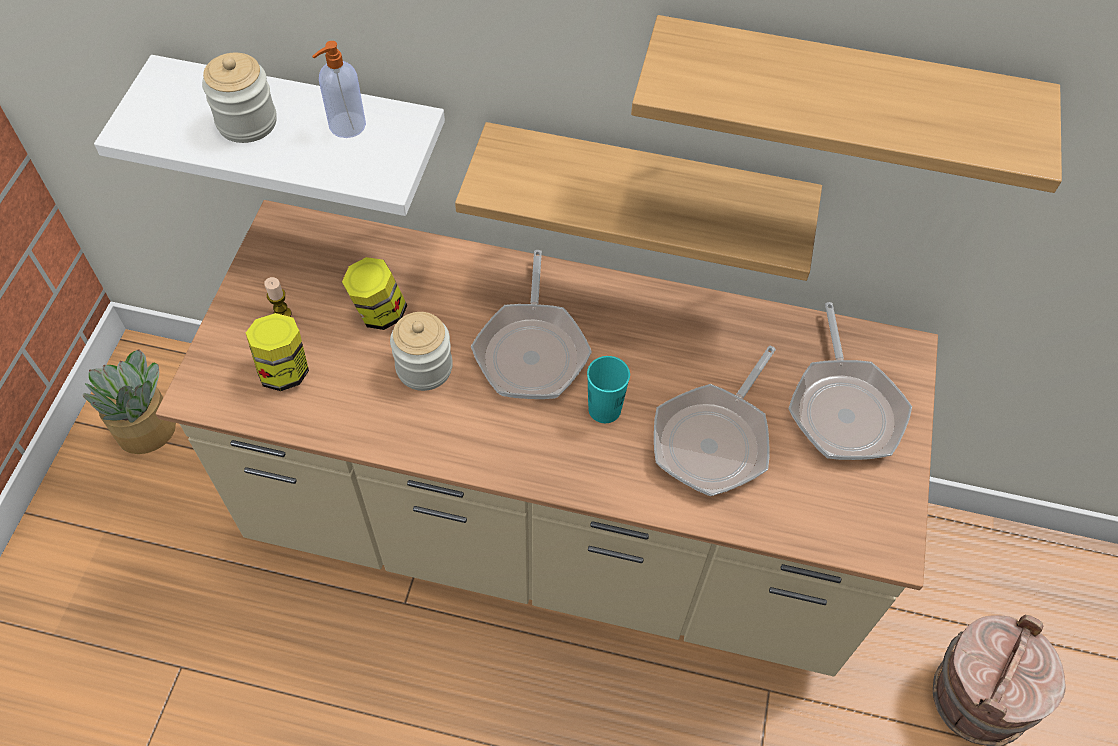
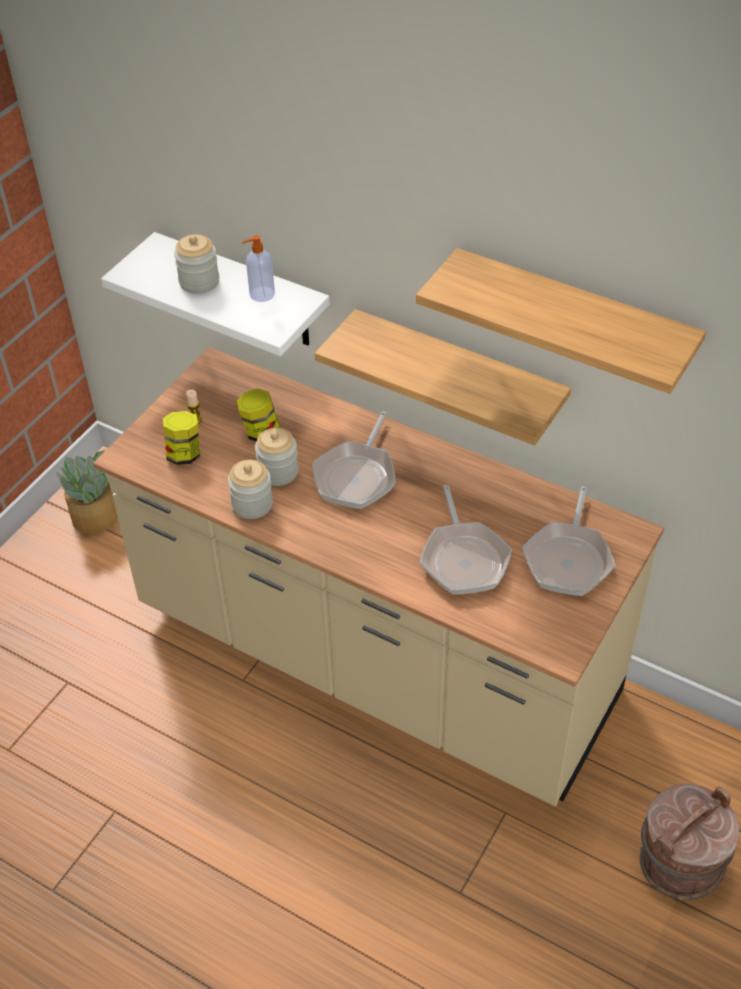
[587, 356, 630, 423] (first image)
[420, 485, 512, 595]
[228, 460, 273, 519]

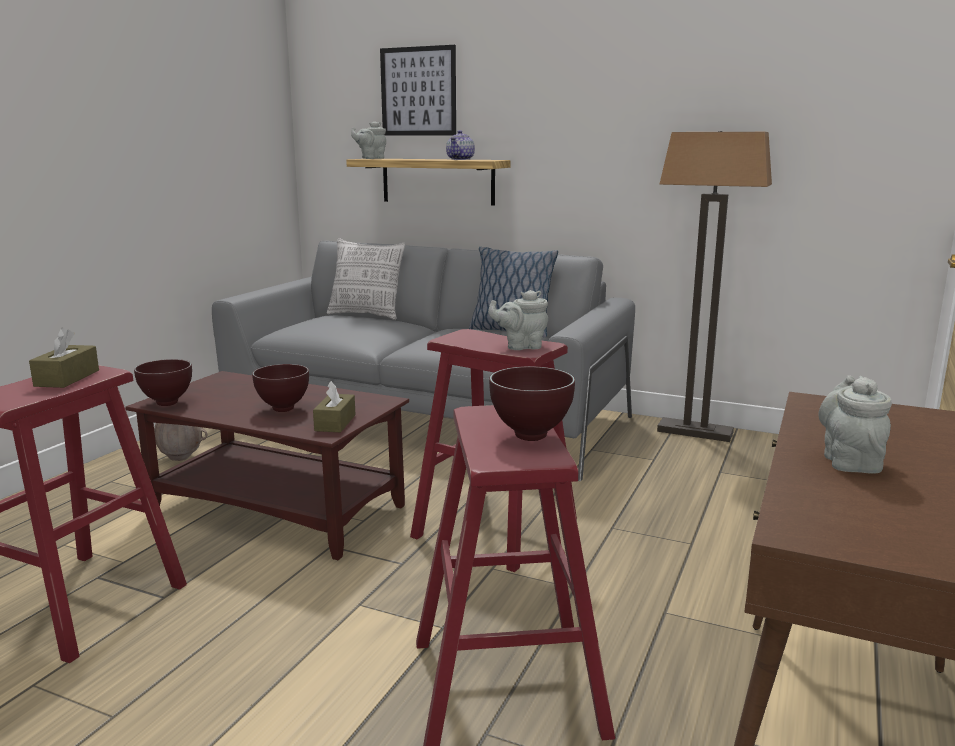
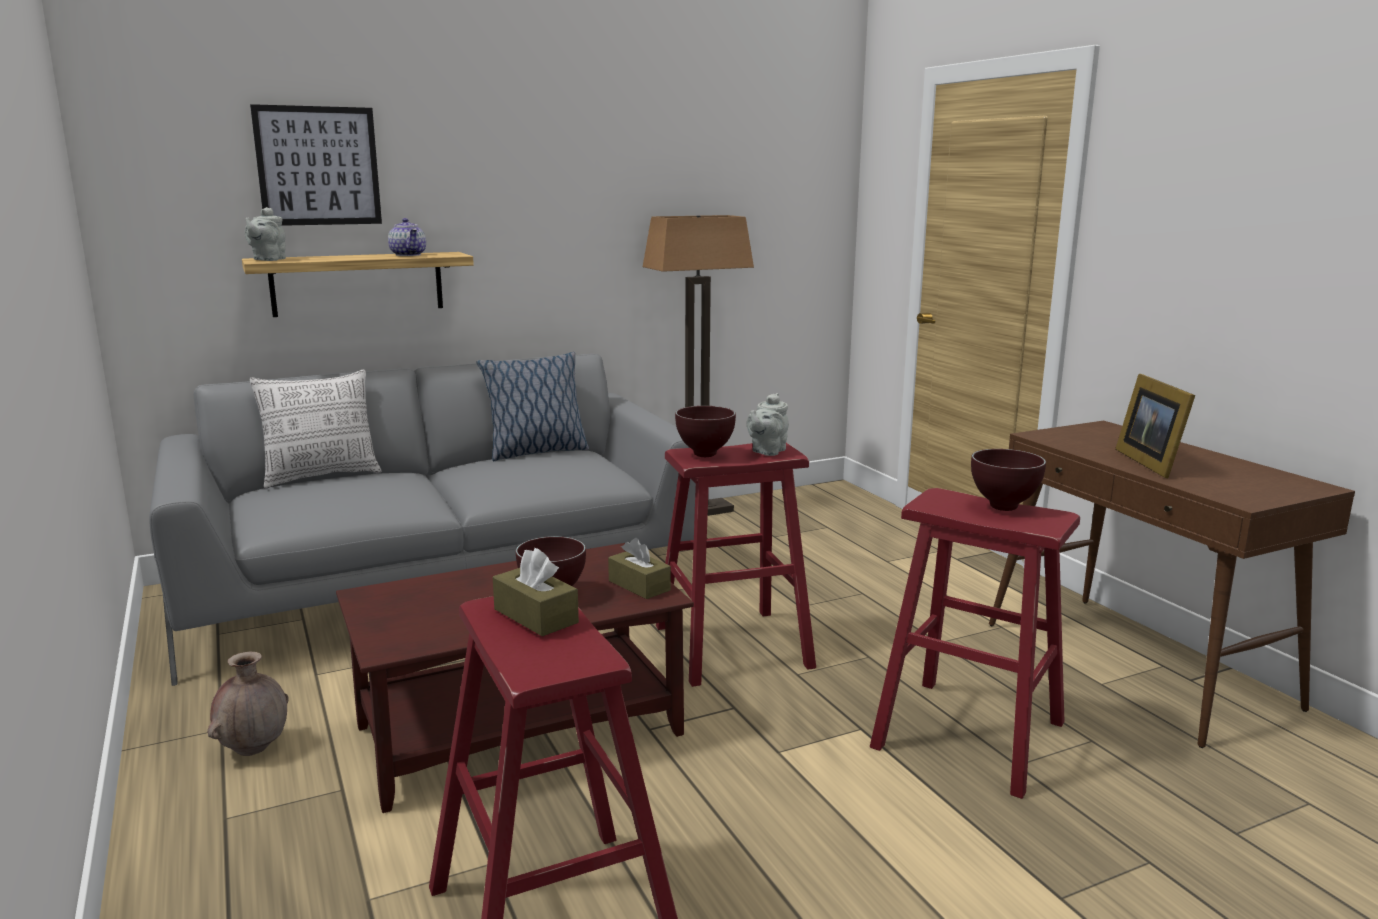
[675, 406, 736, 457]
[1115, 374, 1195, 478]

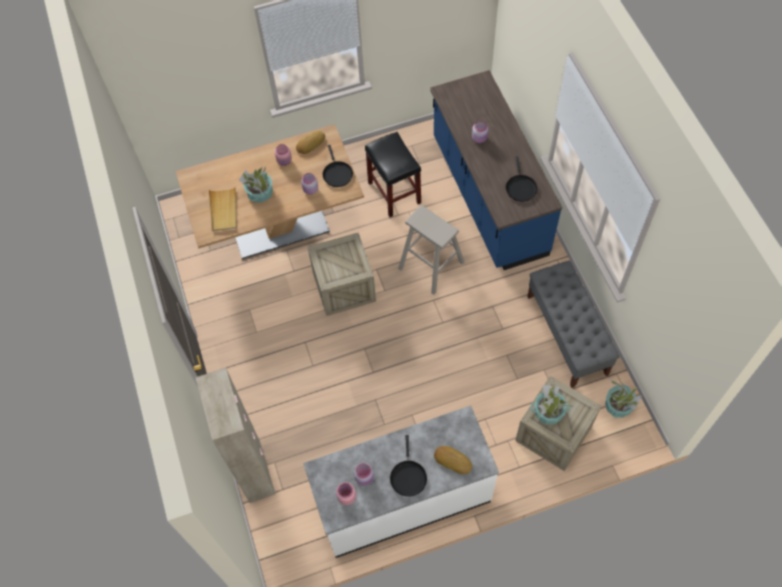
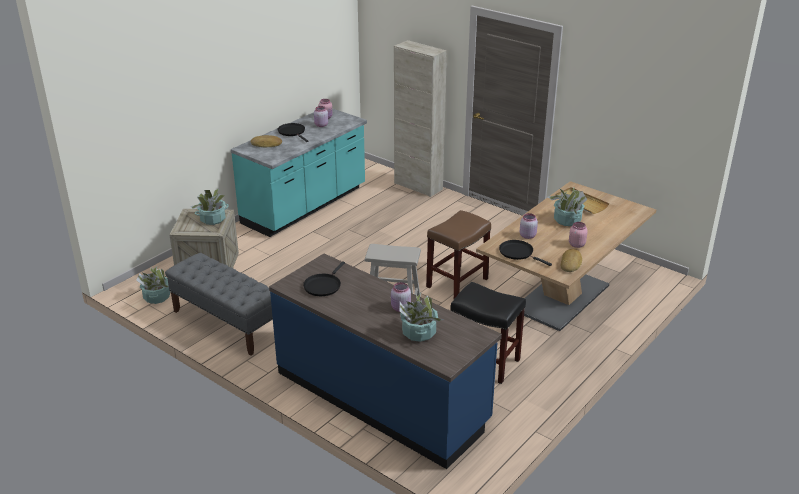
[231, 108, 367, 237]
[426, 210, 491, 299]
[303, 261, 345, 296]
[399, 293, 444, 342]

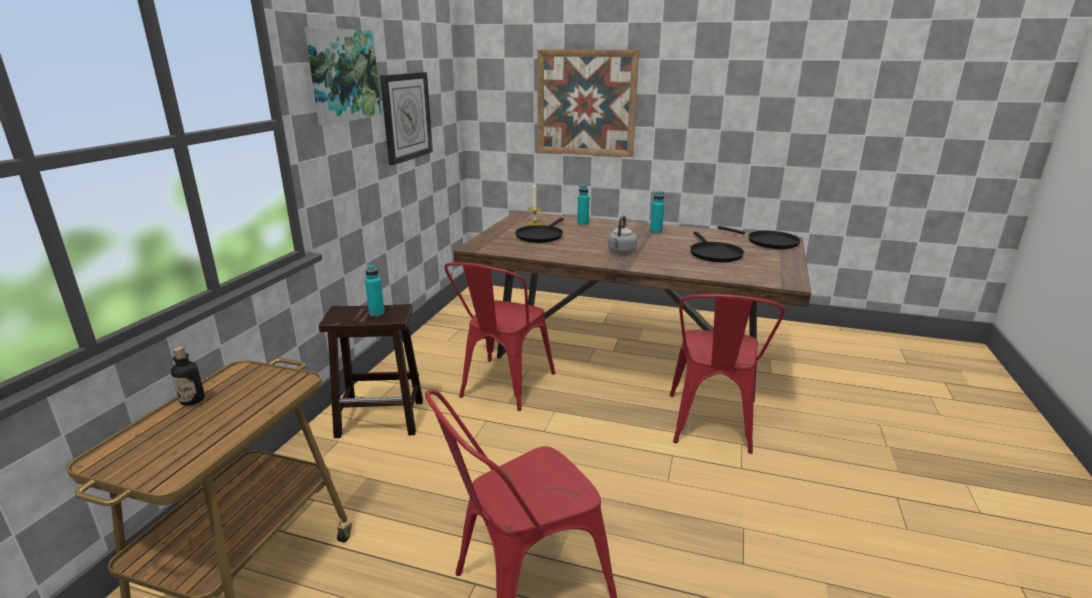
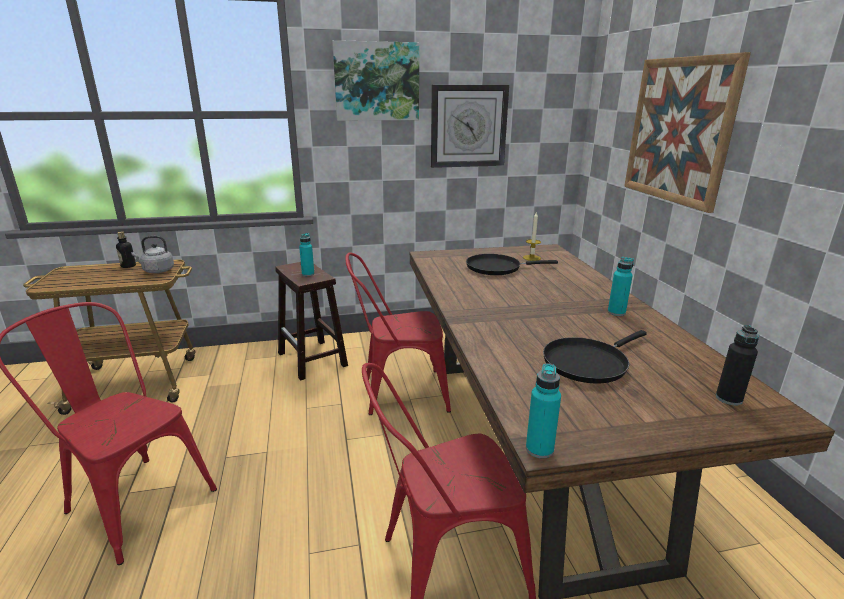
[526, 364, 561, 459]
[131, 236, 174, 273]
[716, 325, 759, 406]

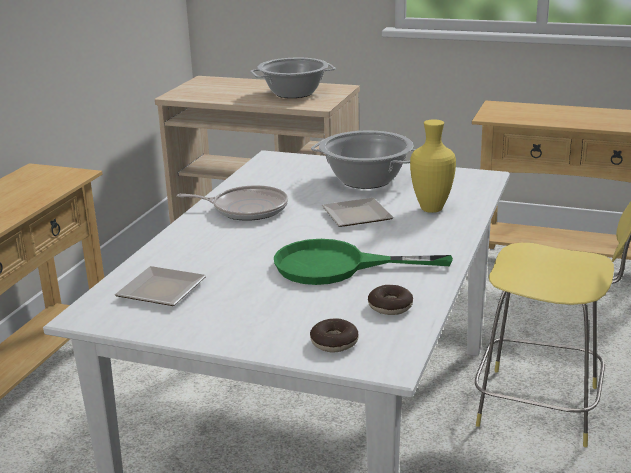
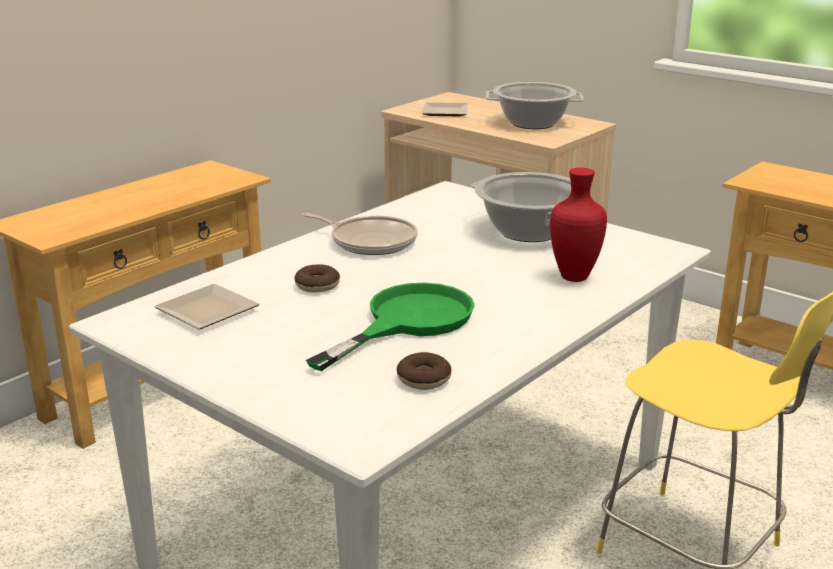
[306, 283, 475, 371]
[294, 264, 340, 293]
[422, 102, 468, 116]
[550, 168, 607, 282]

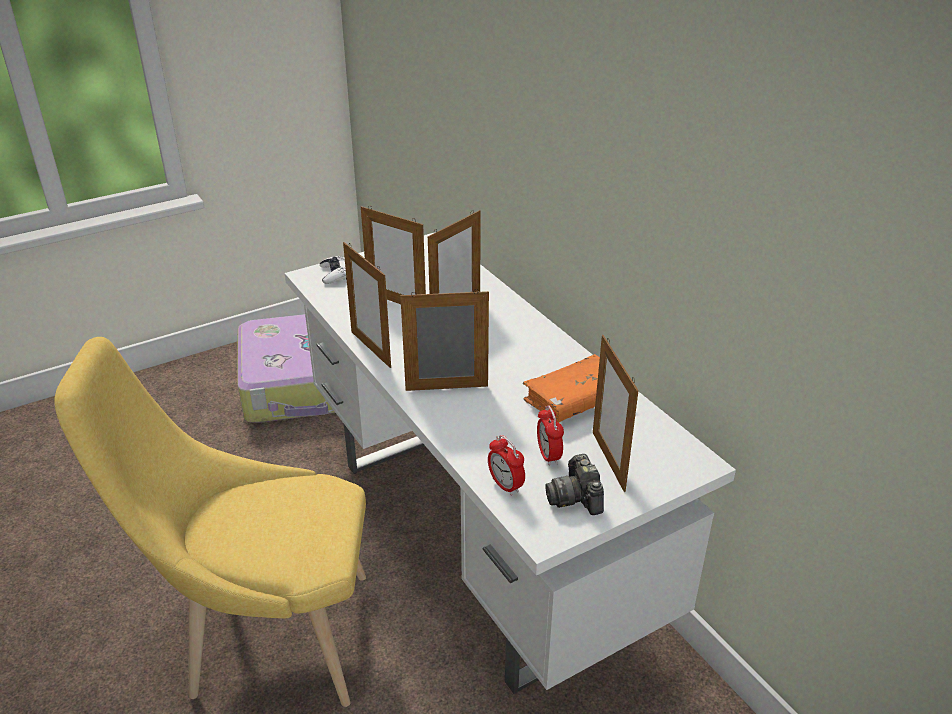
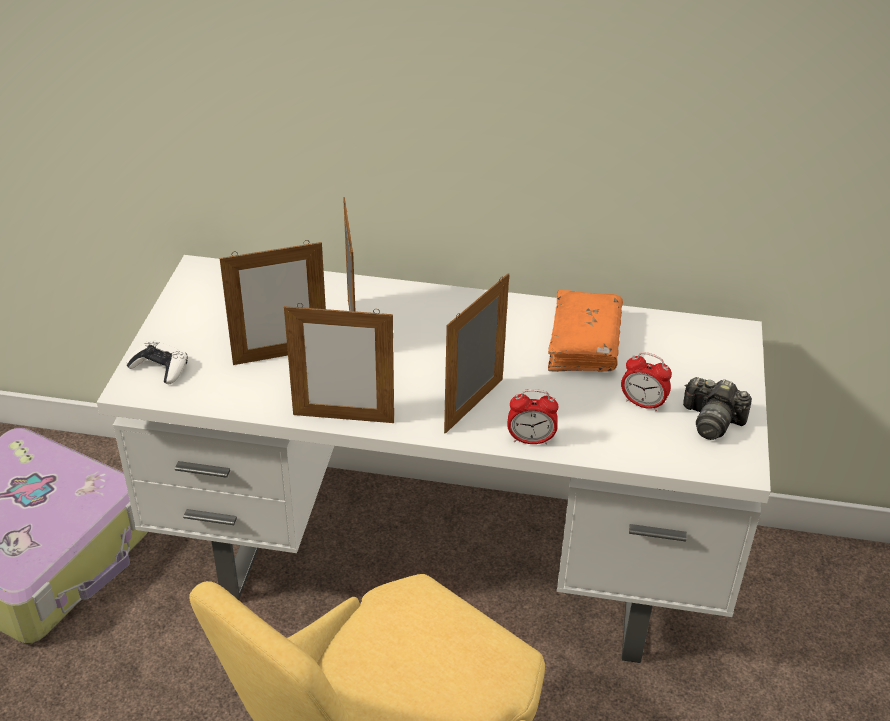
[507, 389, 558, 445]
[593, 335, 639, 492] (first image)

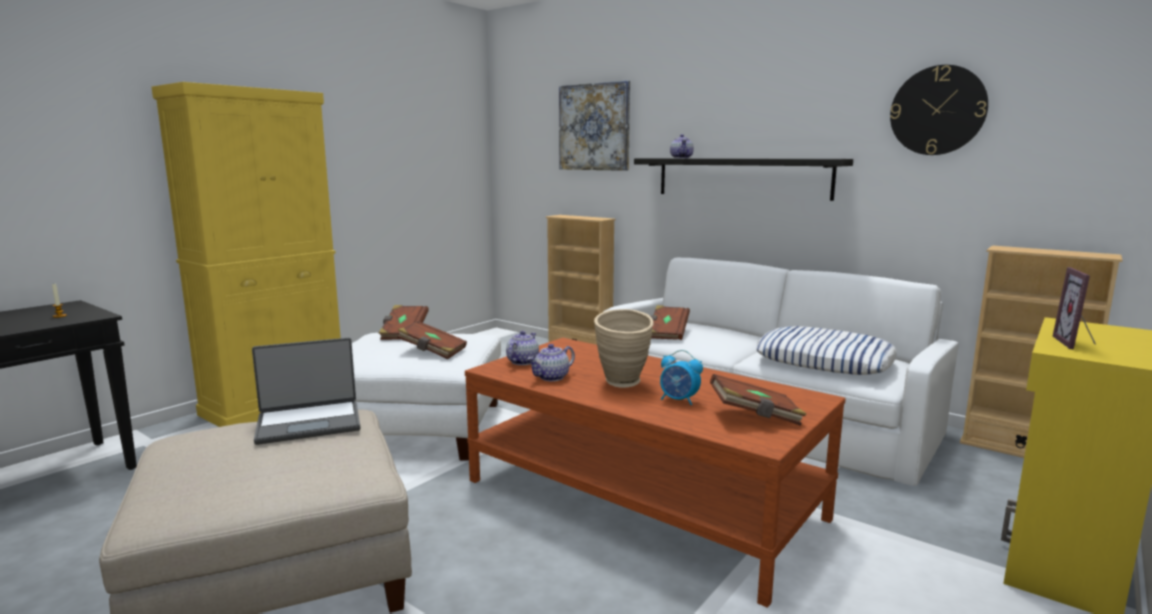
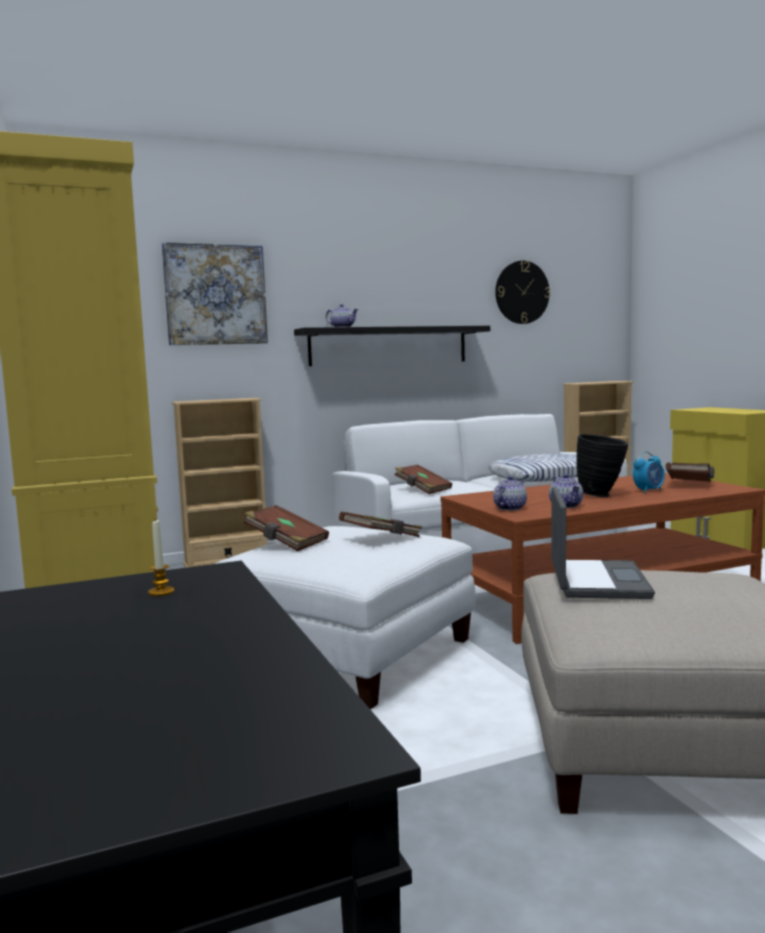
[493, 476, 527, 511]
[576, 434, 628, 497]
[1053, 267, 1096, 349] (first image)

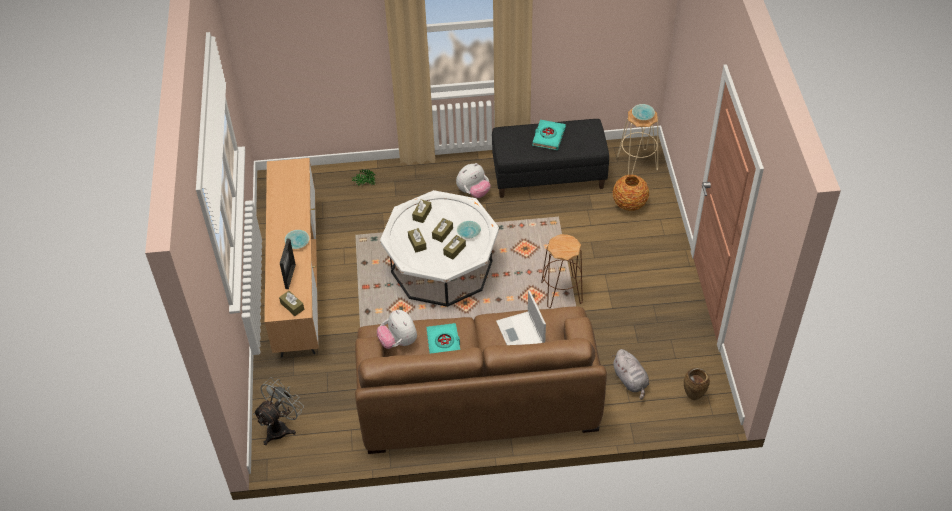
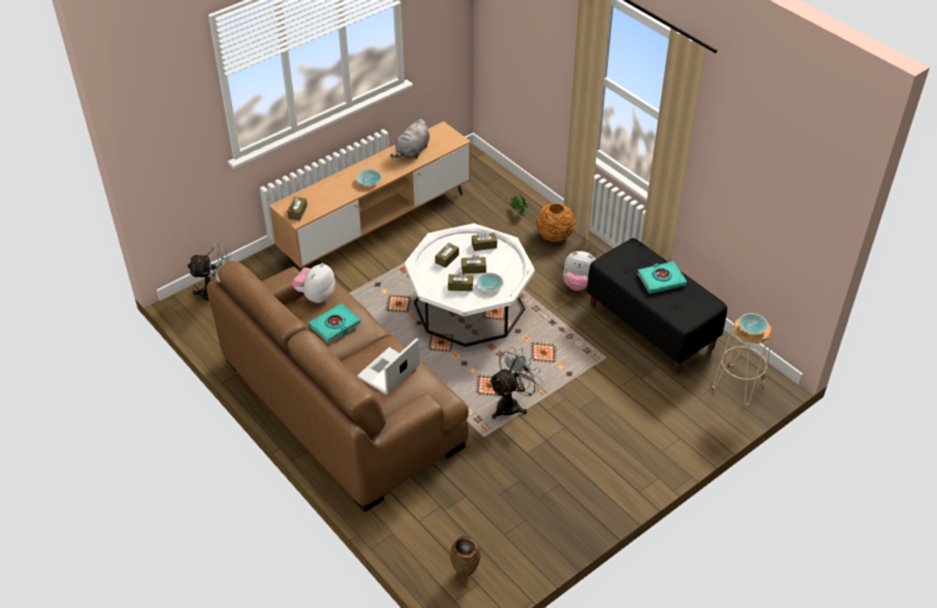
[280, 239, 296, 289] (first image)
[489, 347, 543, 419]
[536, 203, 575, 242]
[390, 119, 430, 159]

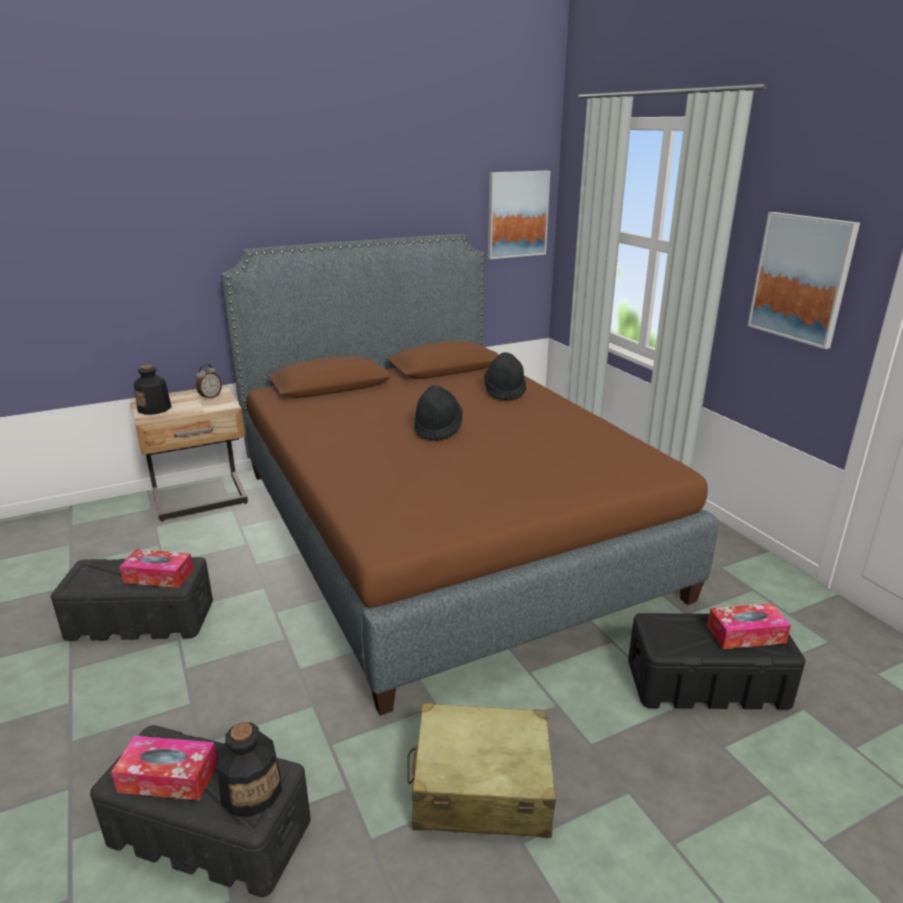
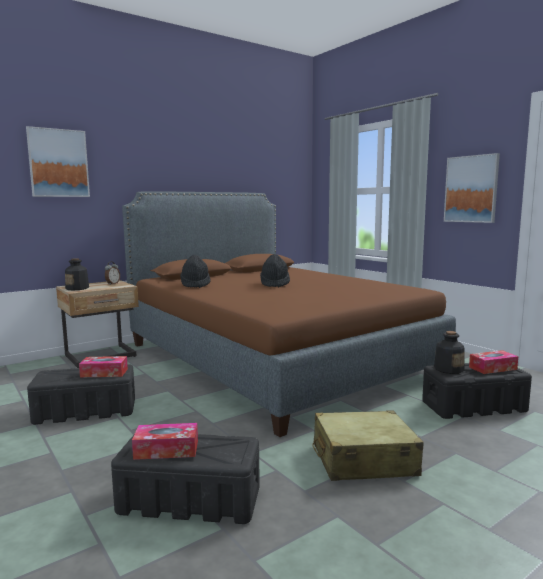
[434, 331, 465, 374]
[180, 255, 211, 288]
[26, 126, 90, 197]

